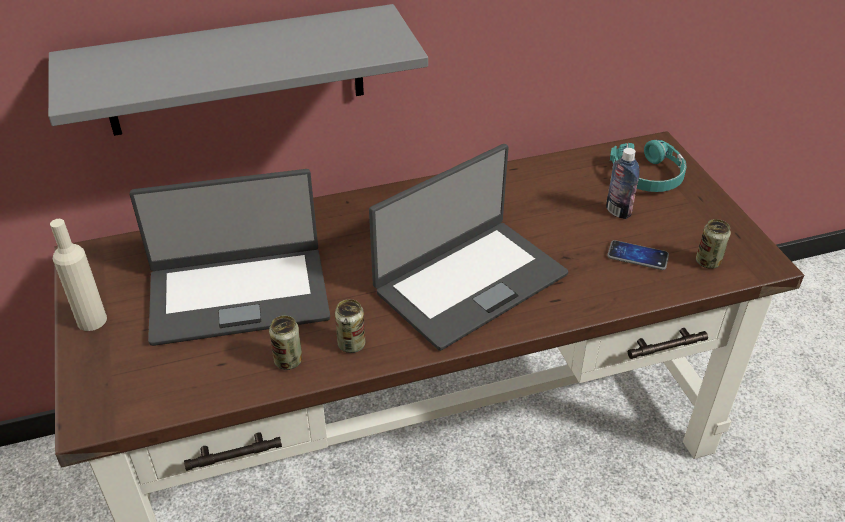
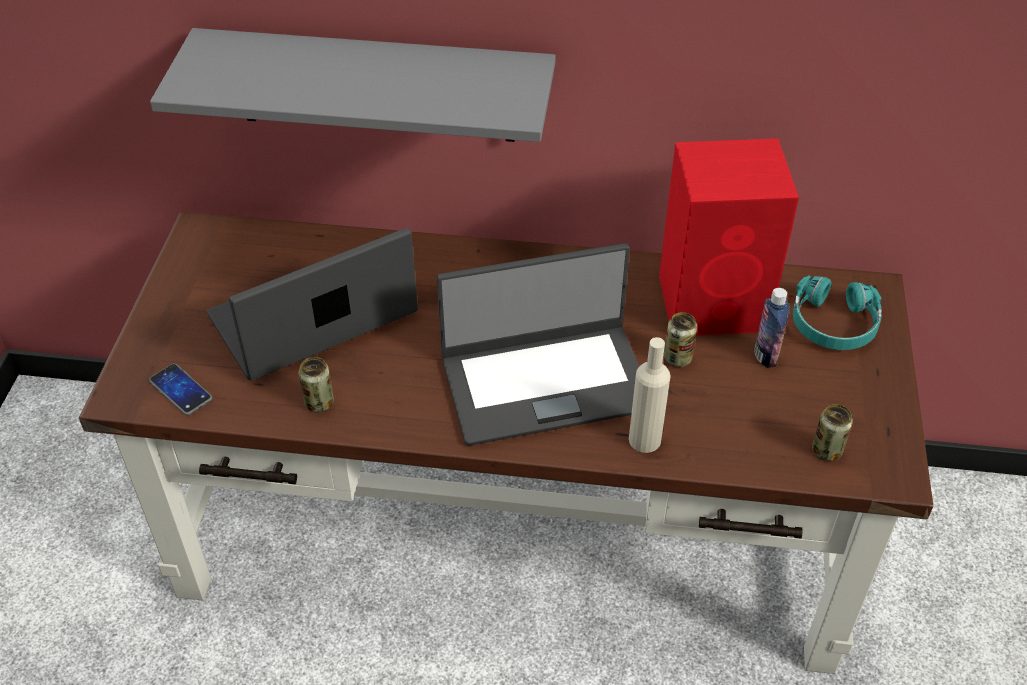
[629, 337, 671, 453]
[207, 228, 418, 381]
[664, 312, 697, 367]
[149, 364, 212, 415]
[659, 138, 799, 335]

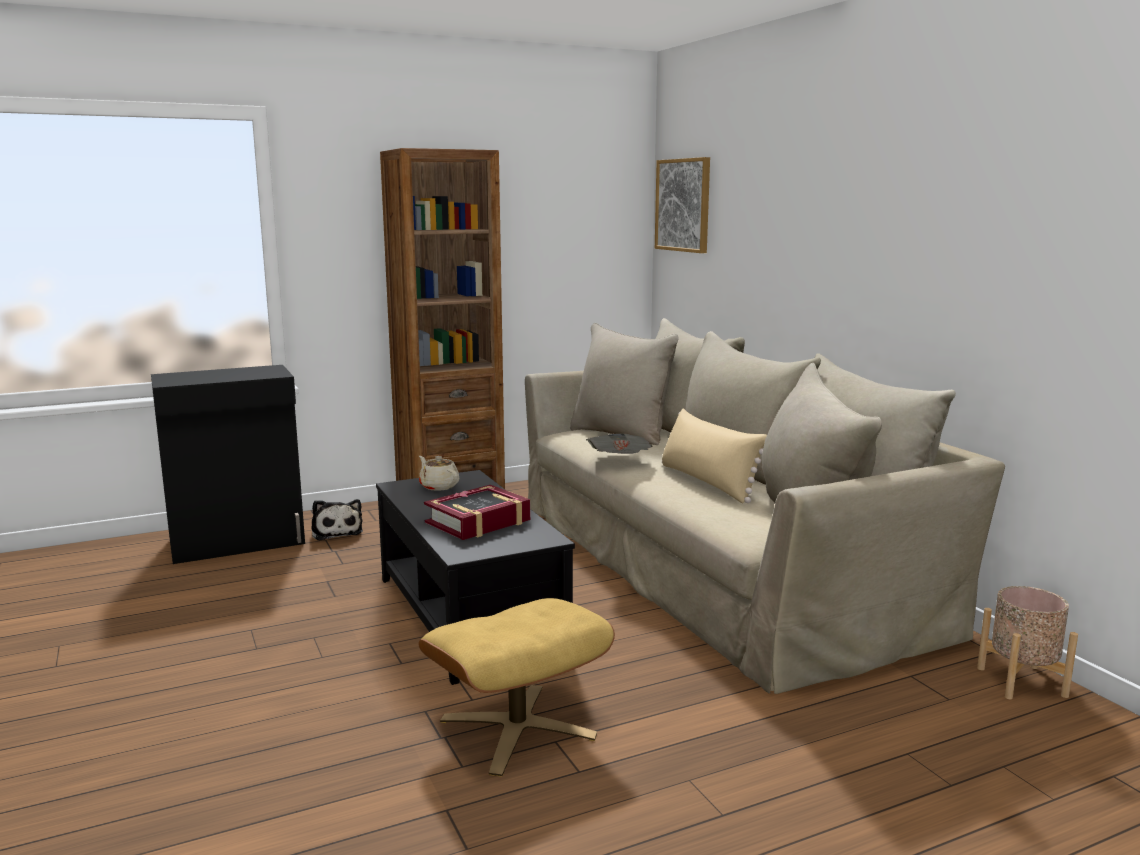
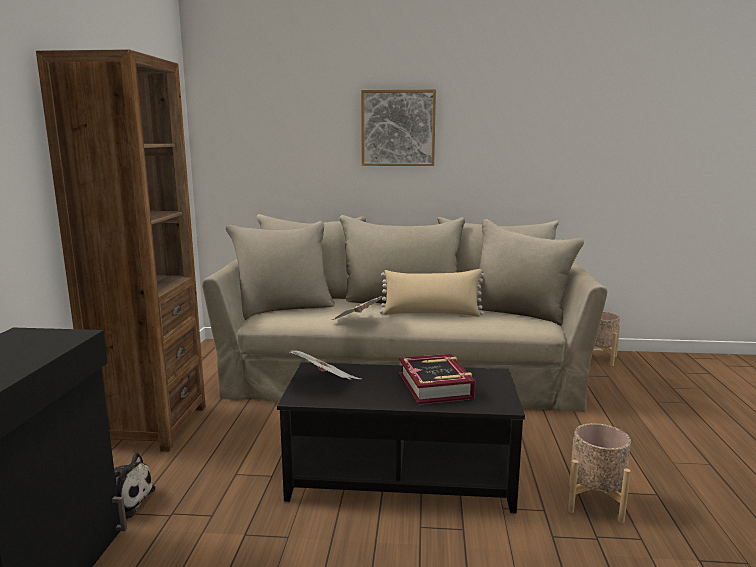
[568, 423, 631, 523]
[290, 350, 361, 380]
[361, 89, 436, 166]

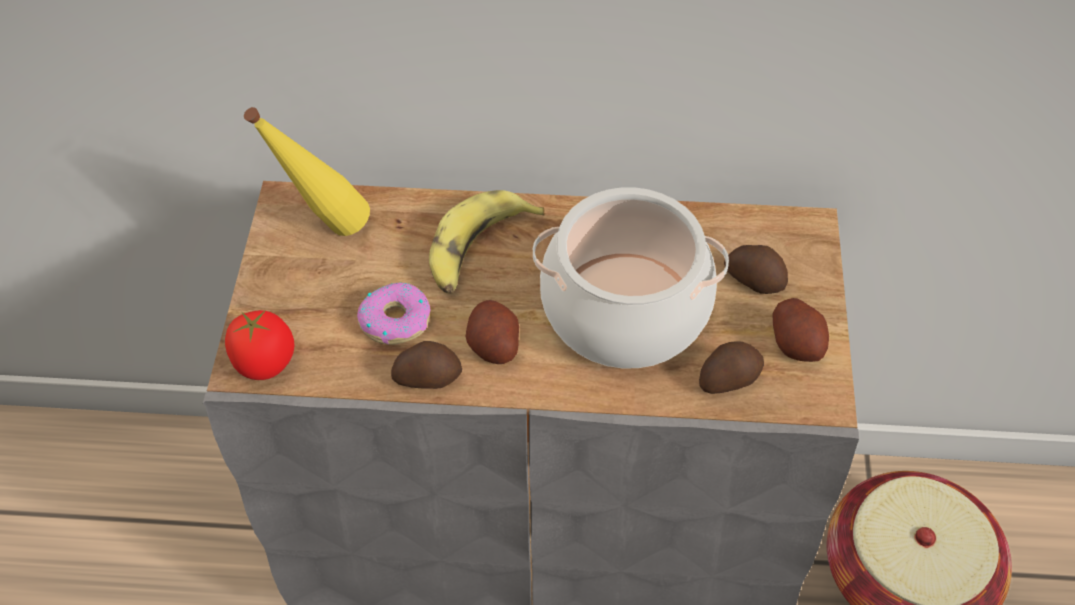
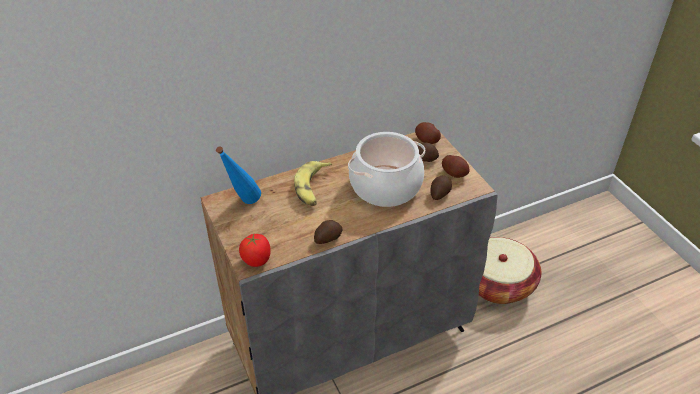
[216, 147, 261, 204]
[357, 282, 431, 345] (first image)
[415, 122, 441, 144]

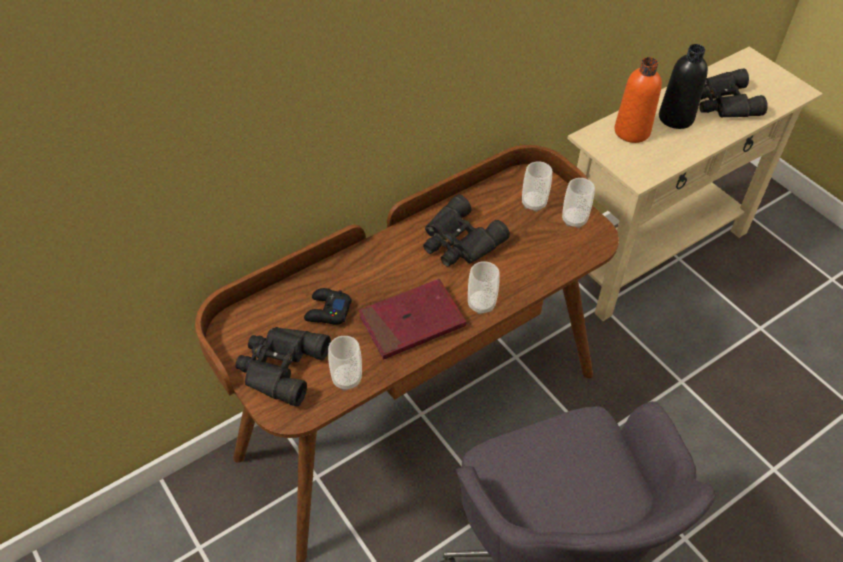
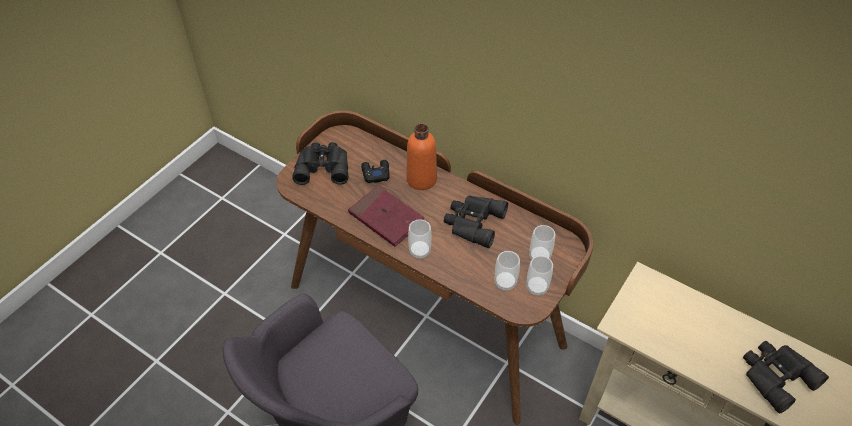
[495, 251, 520, 291]
[406, 124, 437, 190]
[659, 44, 708, 129] (first image)

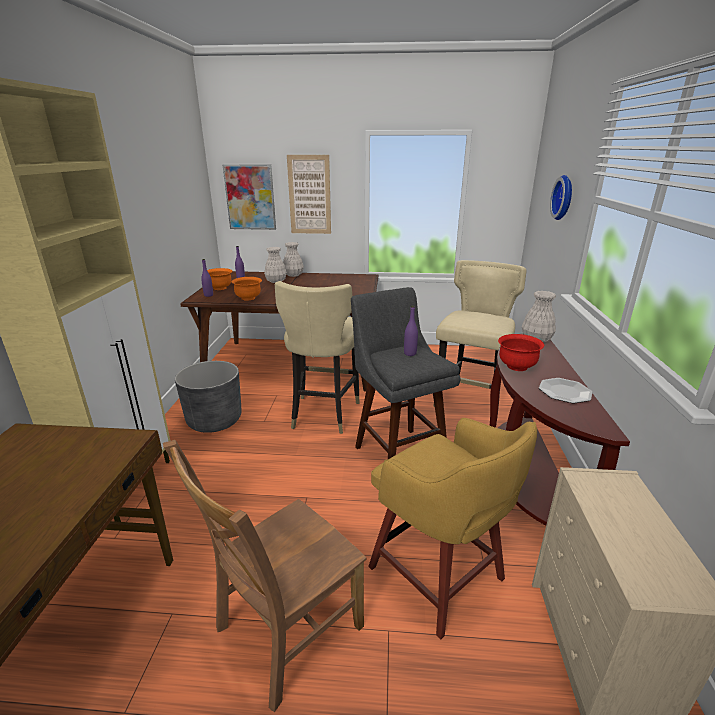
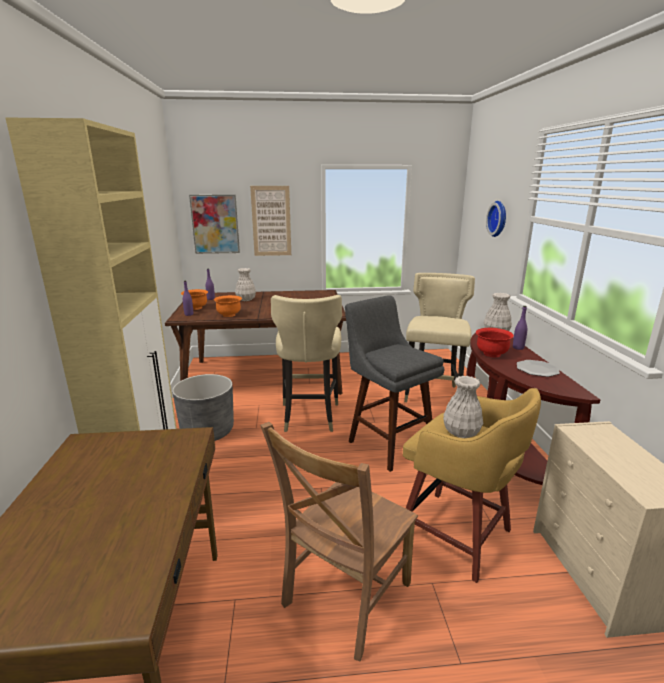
[443, 376, 483, 438]
[513, 306, 527, 350]

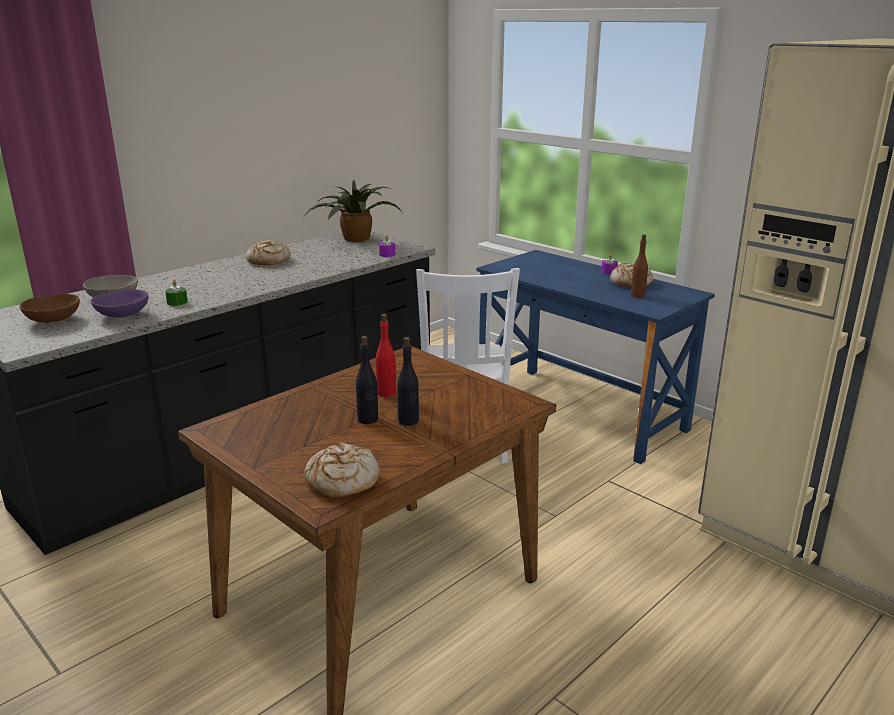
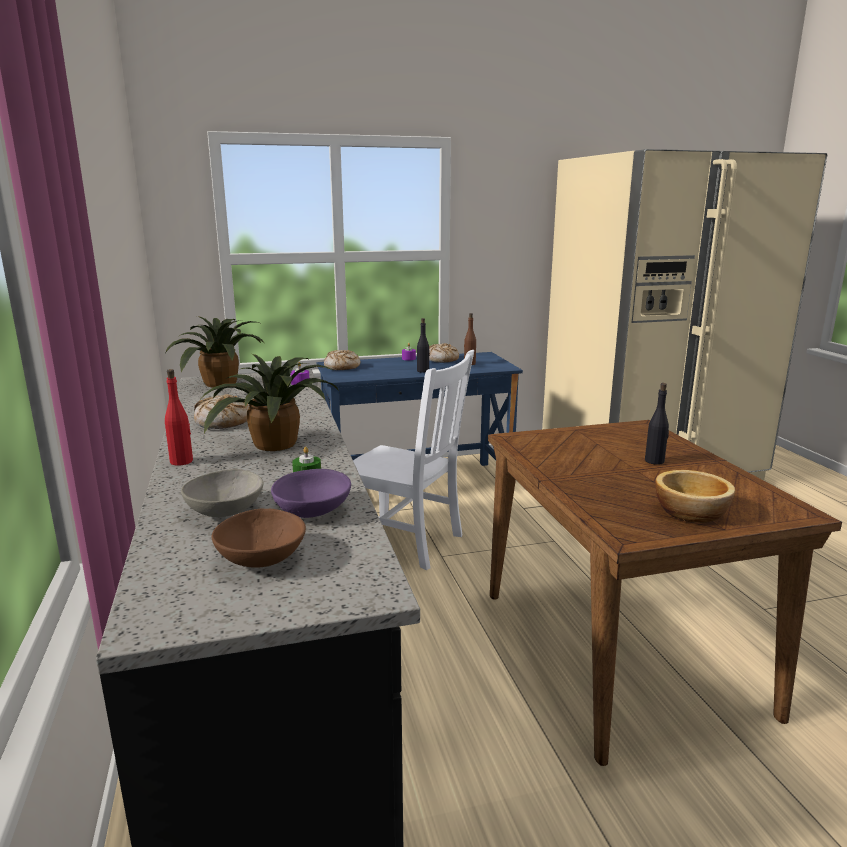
[324, 350, 360, 370]
[417, 318, 430, 373]
[165, 369, 193, 466]
[201, 354, 339, 451]
[655, 470, 735, 523]

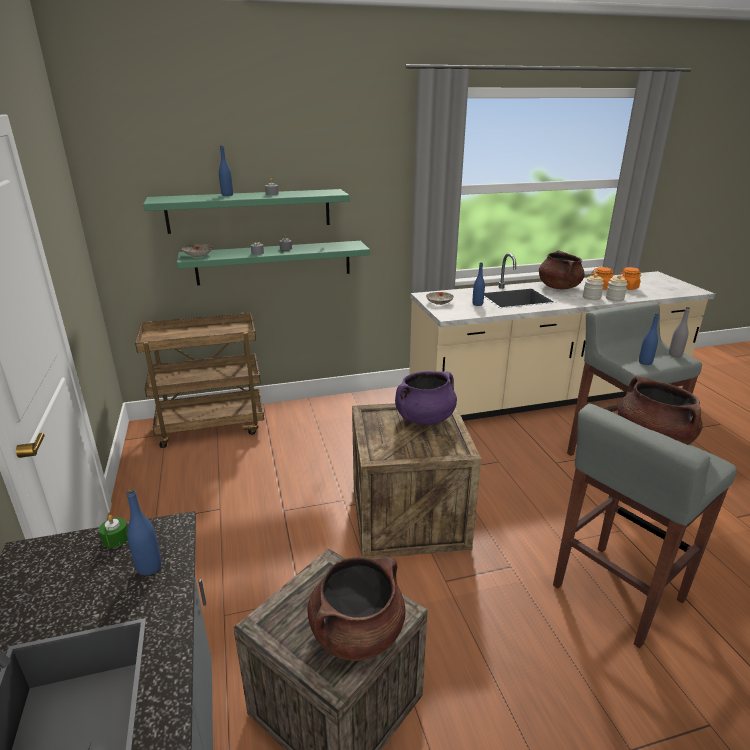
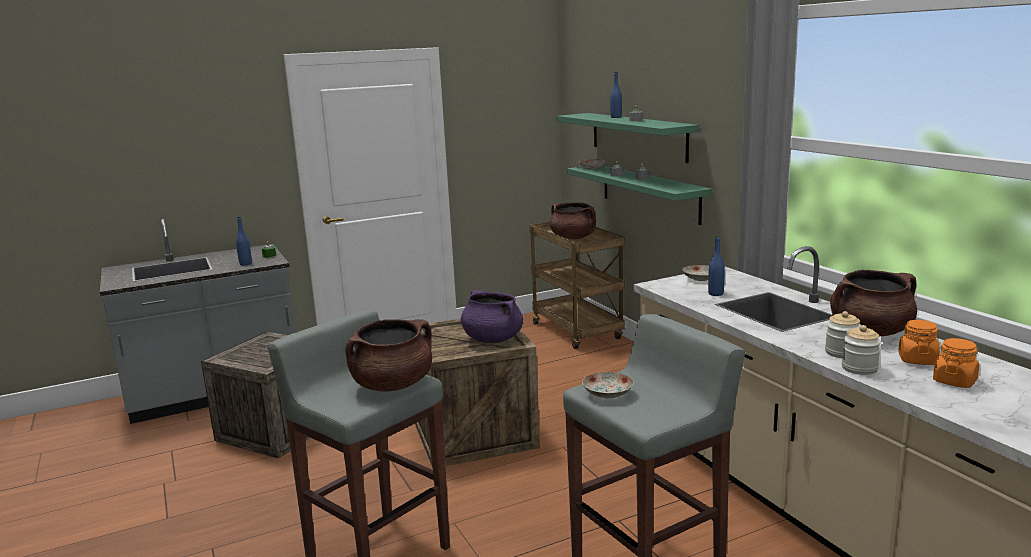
[550, 202, 596, 239]
[582, 372, 634, 399]
[669, 307, 690, 357] (first image)

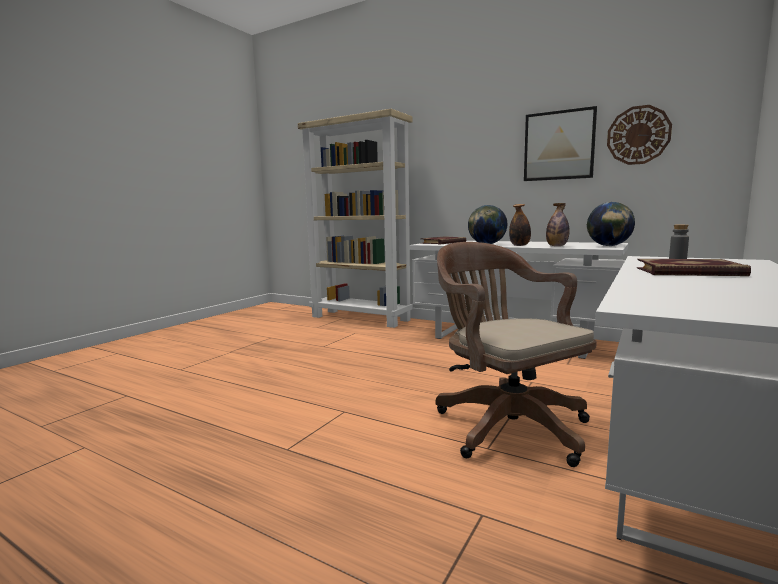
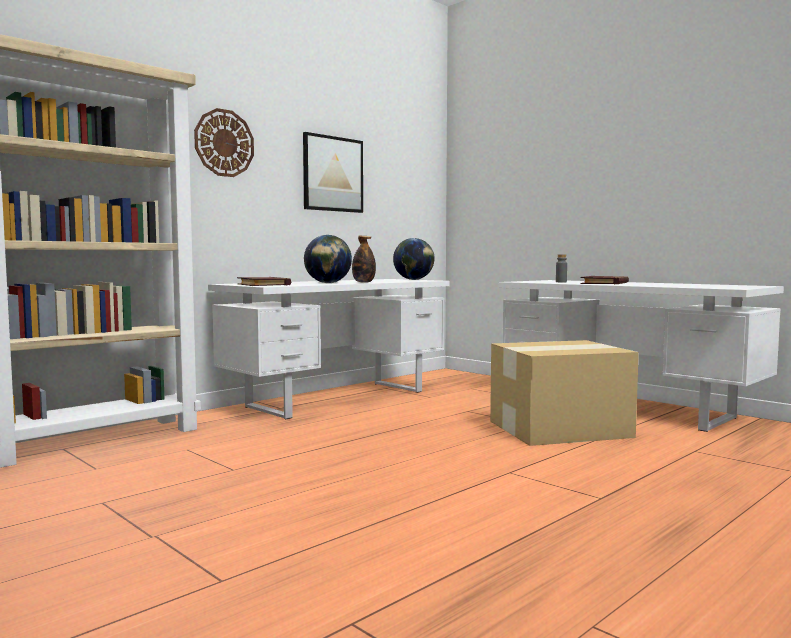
[490, 340, 639, 446]
[546, 203, 570, 246] (first image)
[194, 108, 254, 177]

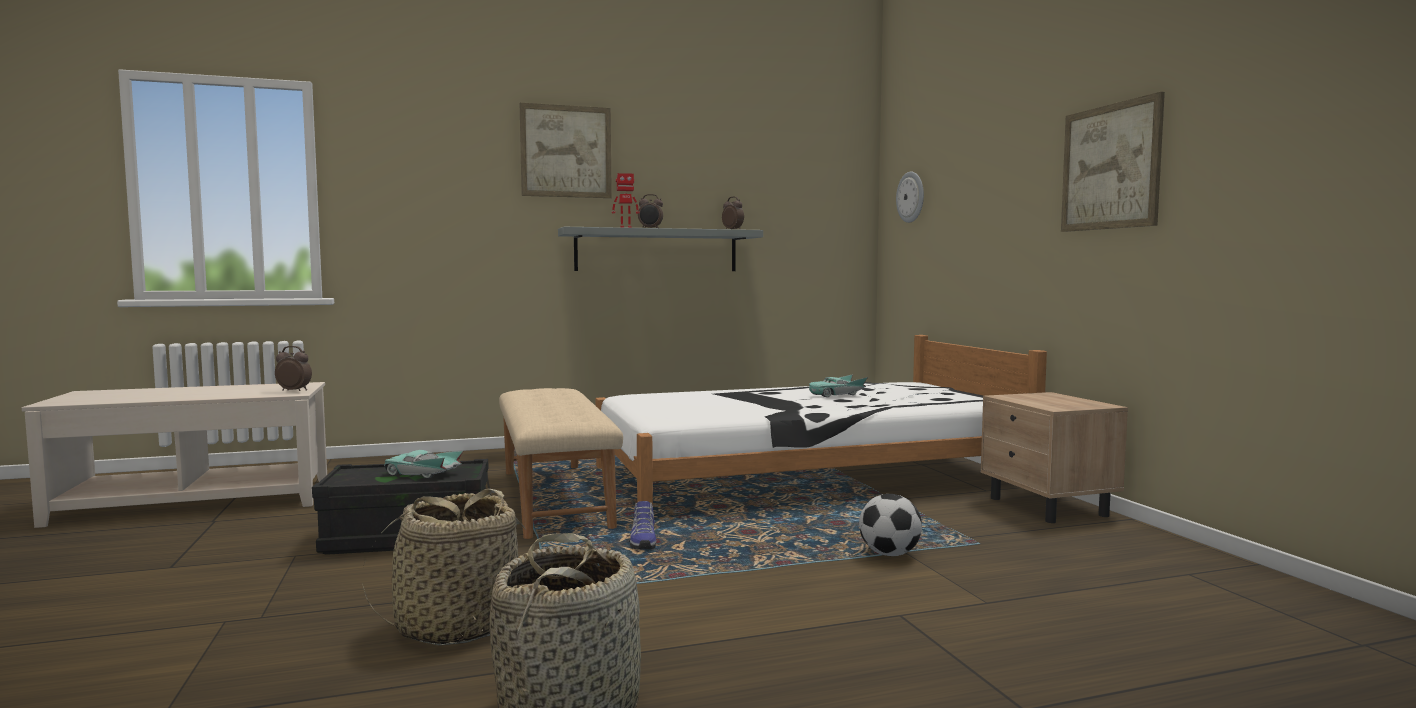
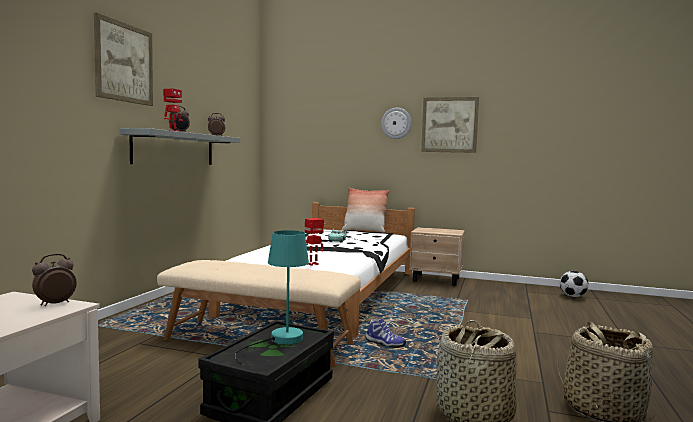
[235, 230, 309, 365]
[560, 271, 589, 297]
[381, 108, 412, 139]
[305, 218, 324, 266]
[342, 187, 390, 233]

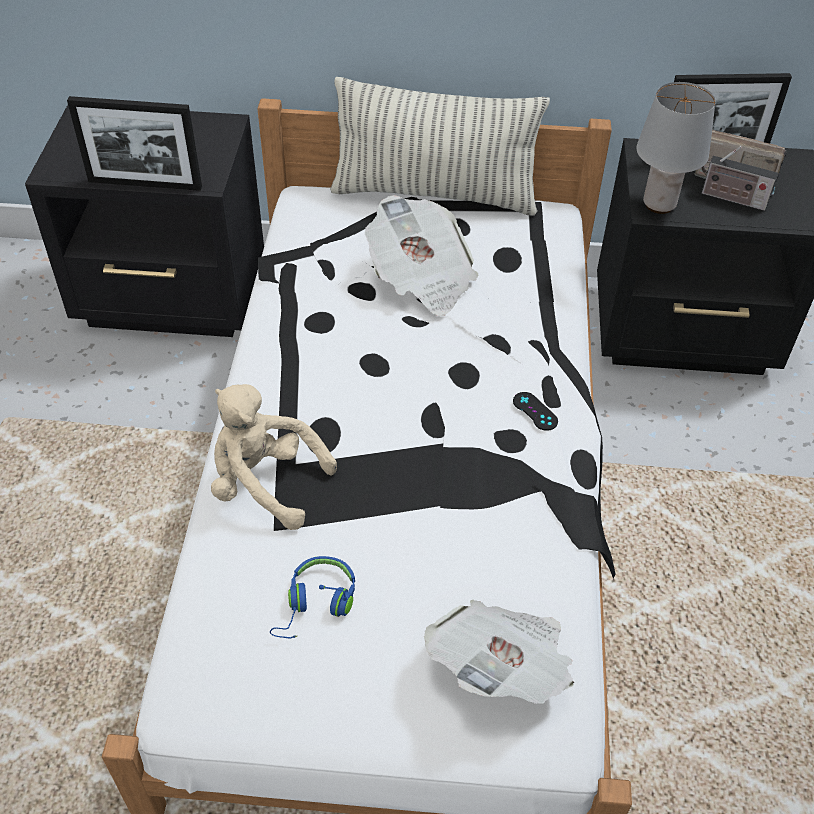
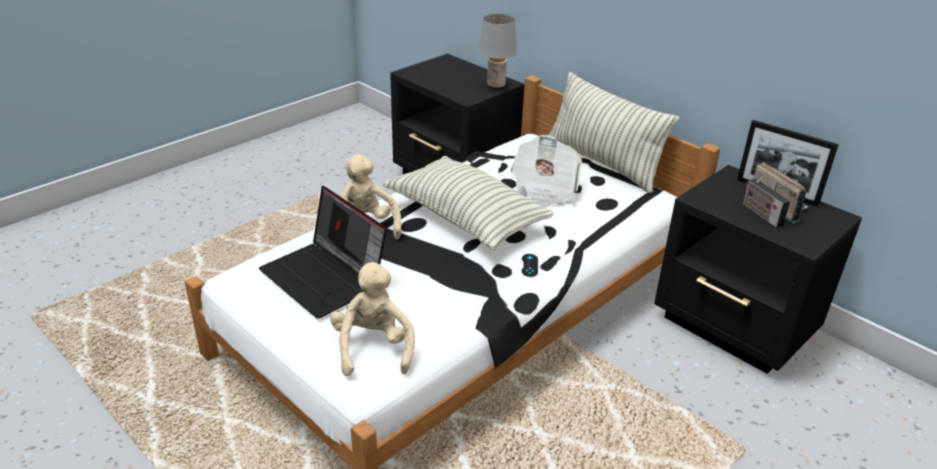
[67, 96, 202, 191] (first image)
[259, 186, 387, 319]
[330, 262, 415, 376]
[478, 14, 517, 89]
[383, 156, 554, 250]

